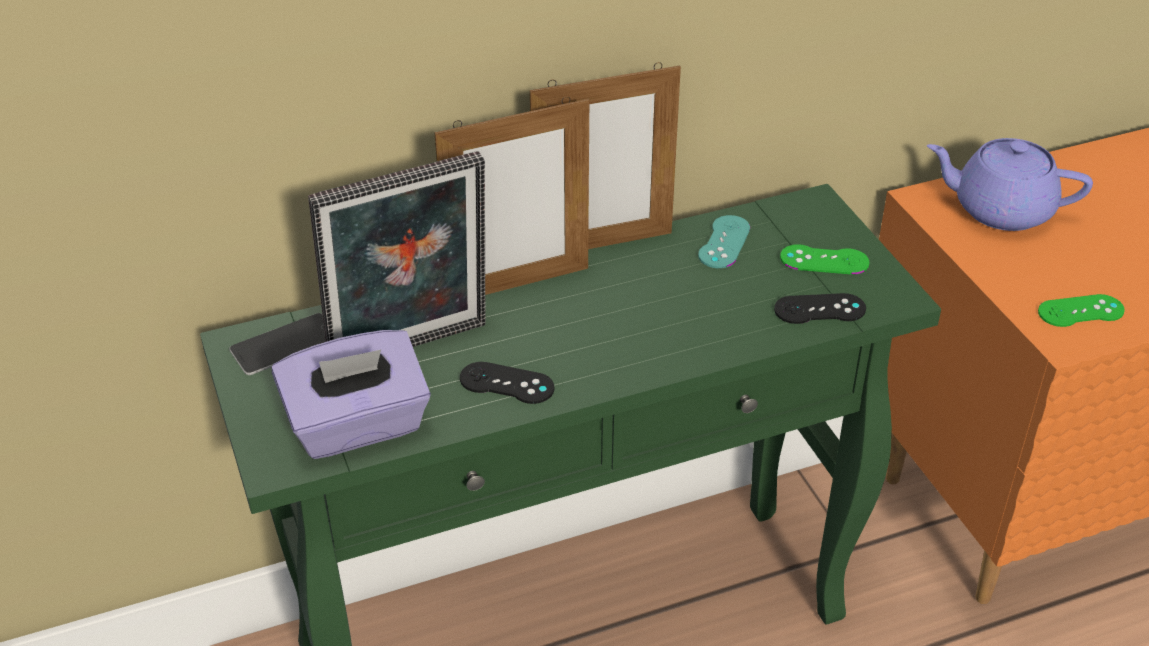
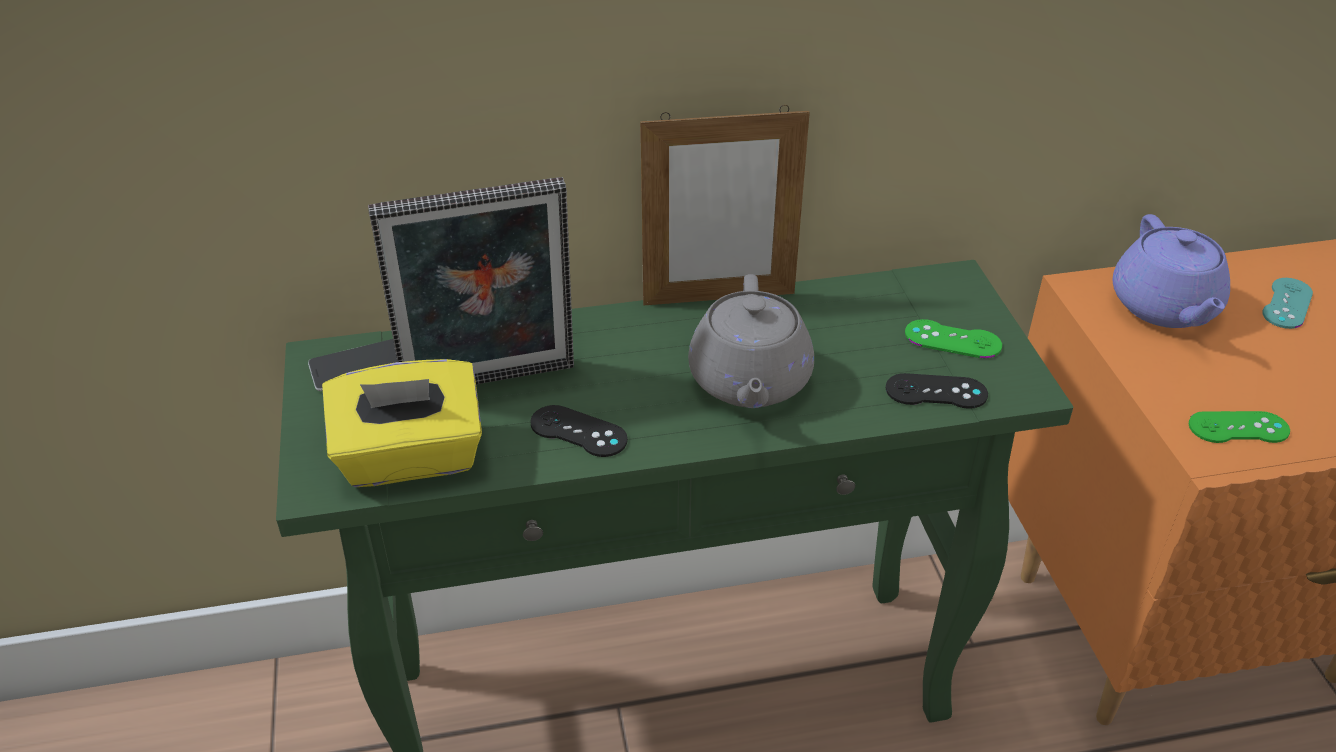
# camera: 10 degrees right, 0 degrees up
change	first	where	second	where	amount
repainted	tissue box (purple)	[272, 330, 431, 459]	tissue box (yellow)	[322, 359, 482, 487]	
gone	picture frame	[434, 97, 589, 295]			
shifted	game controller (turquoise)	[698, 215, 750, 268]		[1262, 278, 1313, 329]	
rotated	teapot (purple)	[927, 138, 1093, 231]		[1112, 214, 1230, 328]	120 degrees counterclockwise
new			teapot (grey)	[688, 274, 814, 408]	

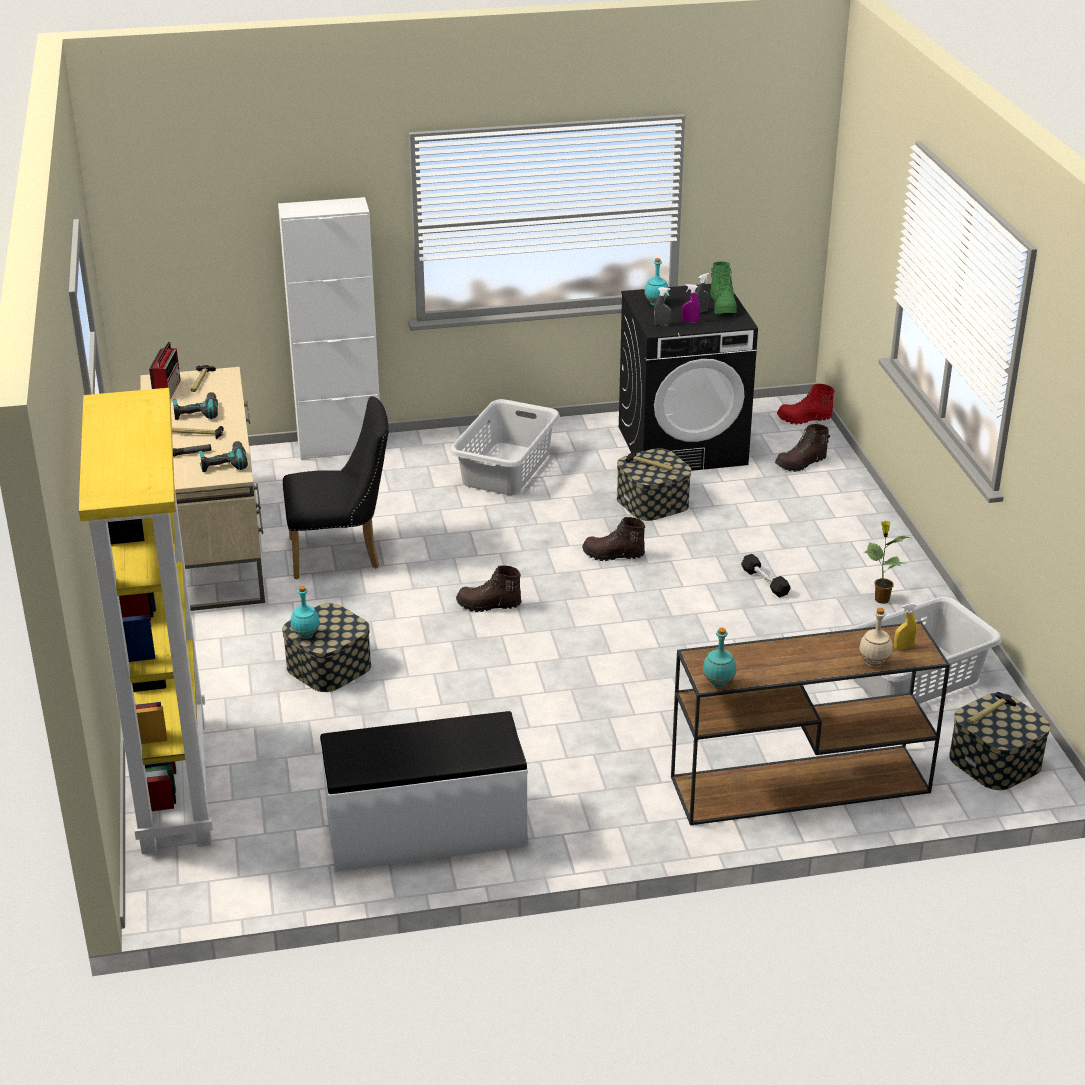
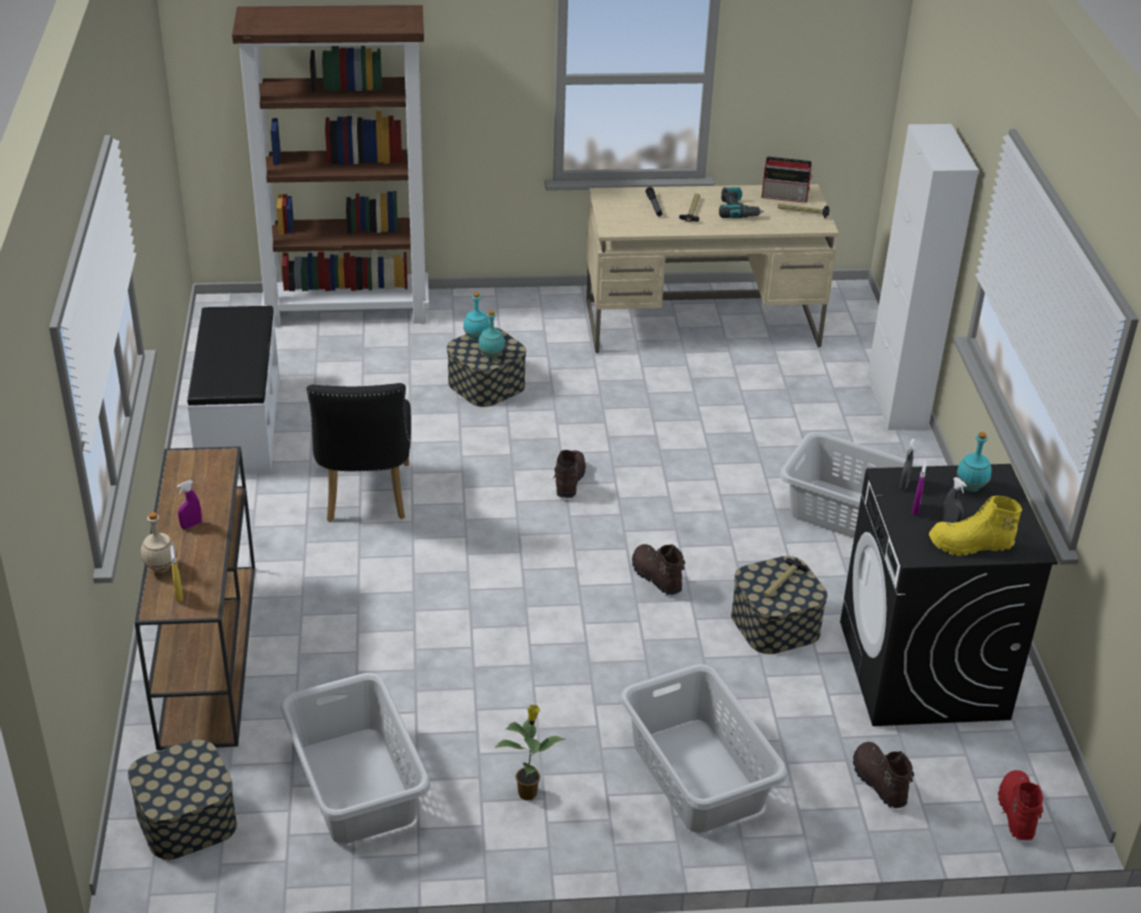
# camera: 95 degrees right, 5 degrees up
change	first	where	second	where	amount
repainted	bookcase (yellow)	[79, 388, 213, 854]	bookcase (brown)	[232, 5, 429, 327]	
gone	power drill	[199, 441, 248, 472]			
shifted	chair (black)	[283, 396, 389, 579]		[307, 383, 411, 522]	
rotated	boot (brown)	[582, 517, 645, 561]		[632, 544, 685, 595]	45 degrees counterclockwise
shifted	bottle (turquoise)	[703, 628, 736, 688]		[478, 310, 505, 359]	
repainted	boot (green)	[710, 261, 737, 314]	boot (yellow)	[929, 496, 1022, 556]	
gone	dumbbell (black)	[741, 554, 790, 597]			
gone	hammer	[967, 692, 1016, 724]			
new			spray bottle (purple)	[177, 480, 202, 529]	
new			laundry basket (grey)	[620, 664, 788, 833]	

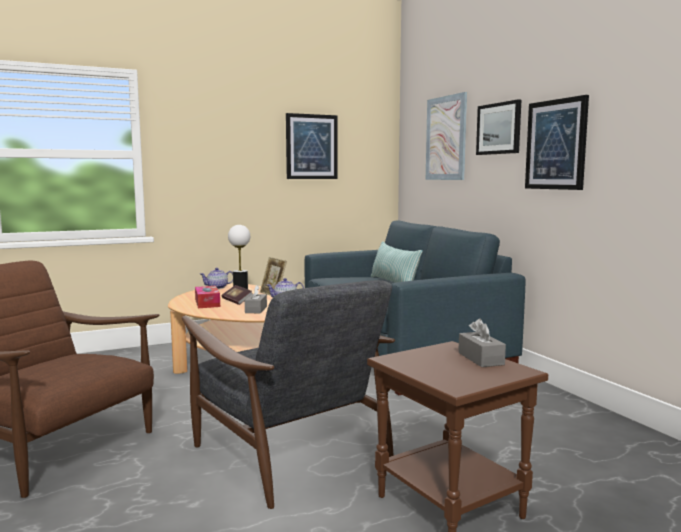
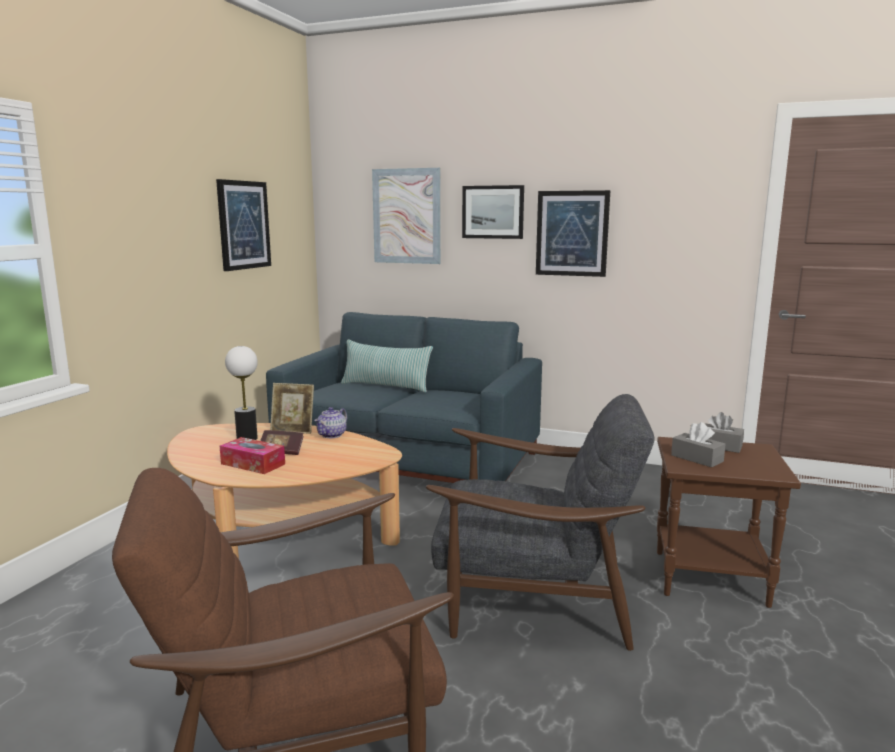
# camera: 45 degrees left, 5 degrees up
change	first	where	second	where	amount
gone	teapot	[200, 268, 233, 289]			
shifted	tissue box (grey)	[245, 285, 267, 313]		[671, 422, 726, 467]	

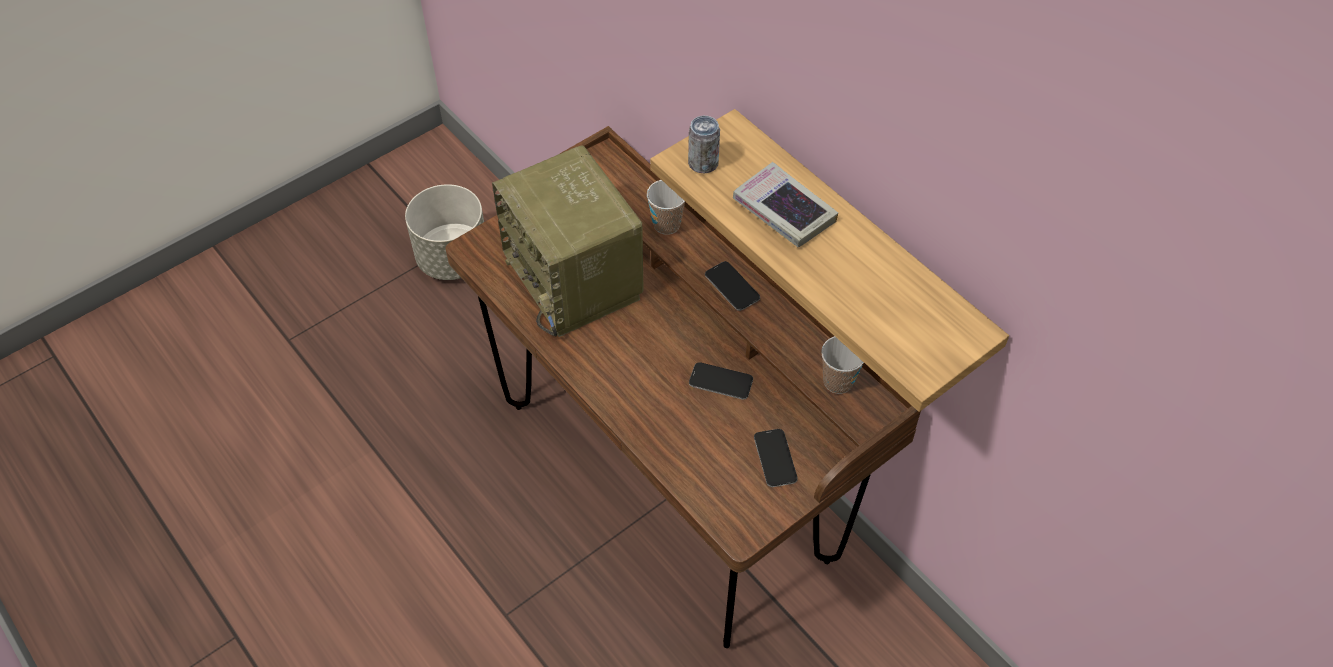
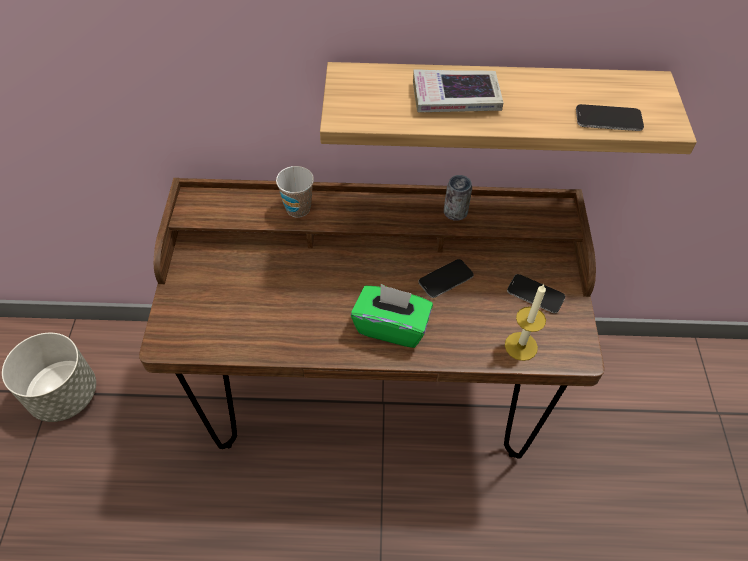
# camera: 50 degrees left, 0 degrees up
change	first	where	second	where	amount
gone	radio	[492, 145, 643, 337]			
shifted	can	[688, 116, 720, 173]		[444, 175, 472, 221]	
shifted	phone	[705, 261, 760, 311]		[576, 104, 644, 131]	
gone	cup	[821, 336, 864, 394]			
new			tissue box (green)	[351, 284, 433, 348]	
new			candle	[505, 284, 546, 361]	

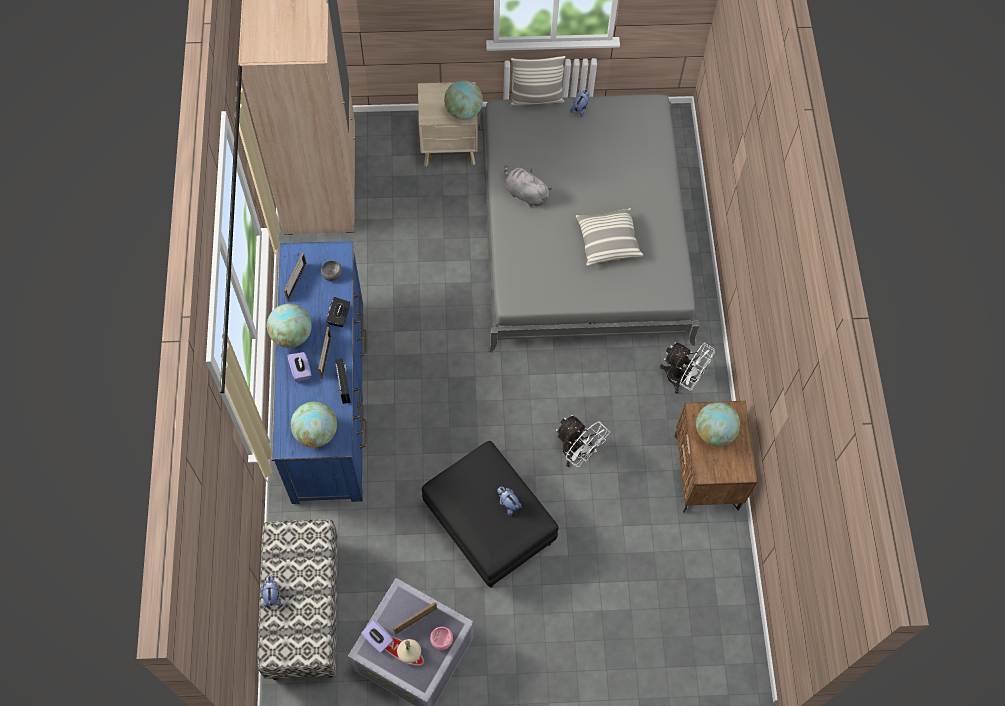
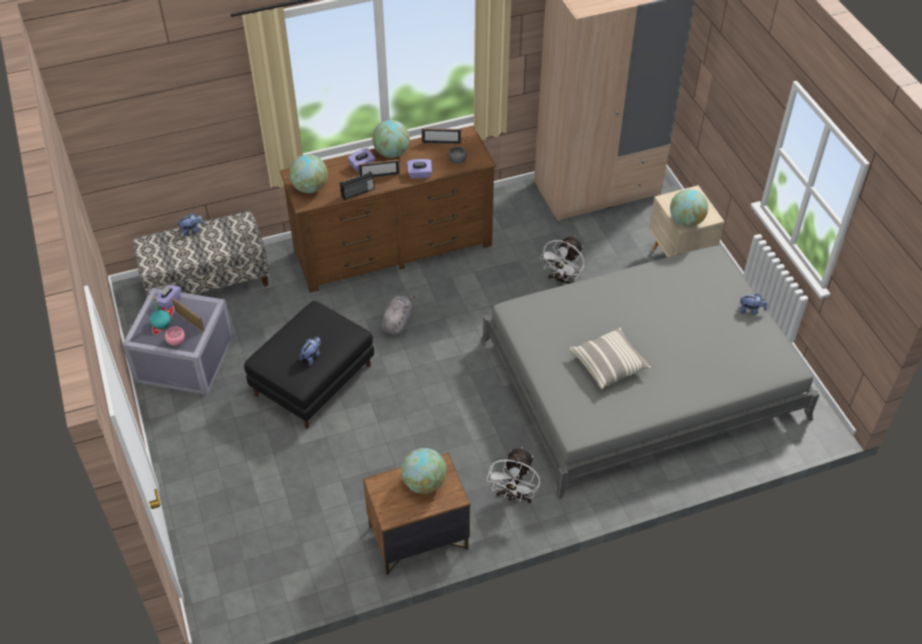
# camera: 75 degrees right, 15 degrees down
change	first	where	second	where	amount
repainted	dresser (blue)	[272, 241, 366, 504]	dresser (brown)	[280, 125, 496, 293]	
repainted	tissue box (black)	[326, 297, 350, 327]	tissue box (purple)	[407, 159, 432, 179]	
repainted	bottle (beige)	[397, 639, 421, 663]	bottle (turquoise)	[150, 296, 171, 329]	
shifted	plush toy (grey)	[504, 165, 552, 207]		[381, 295, 415, 335]	
gone	pillow	[510, 56, 566, 106]			
shifted	fan (white)	[556, 415, 610, 467]		[540, 236, 585, 285]	

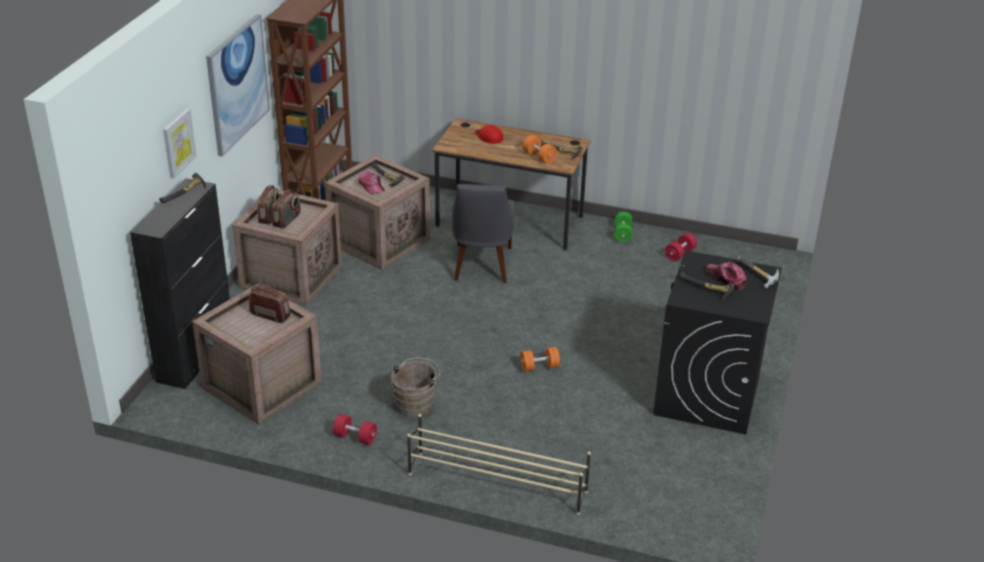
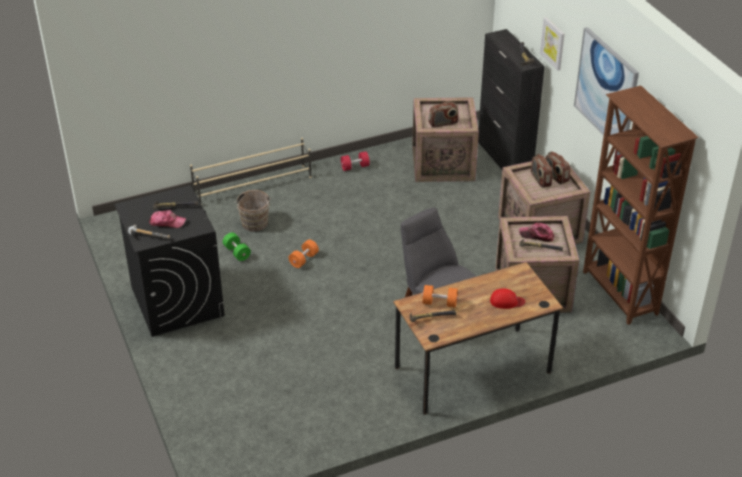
# camera: 140 degrees right, 5 degrees up
change	first	where	second	where	amount
shifted	bucket (brown)	[391, 358, 440, 418]		[235, 190, 271, 232]	
shifted	dumbbell (green)	[614, 211, 632, 242]		[223, 233, 251, 261]	
gone	dumbbell (red)	[665, 232, 697, 261]			

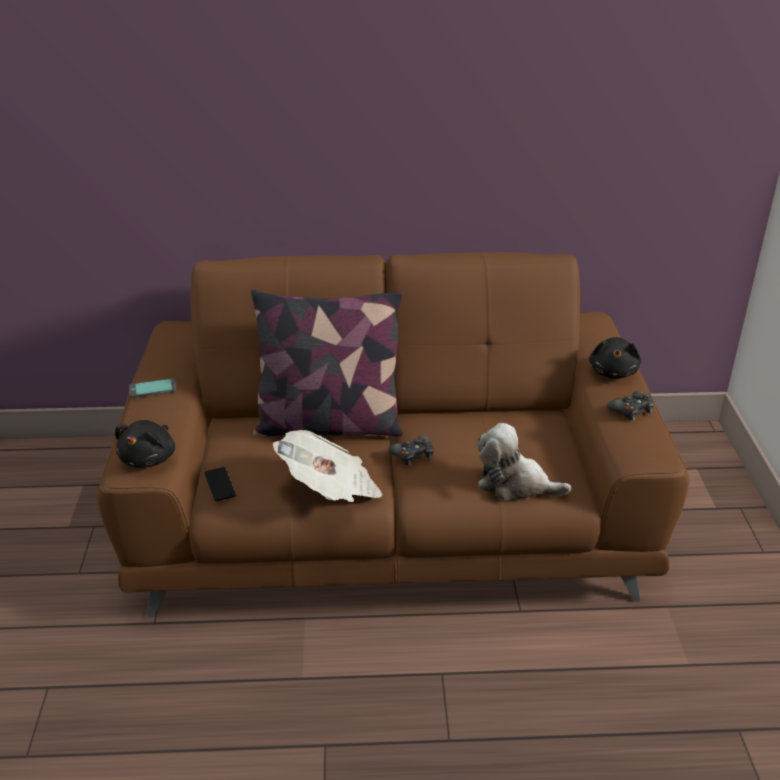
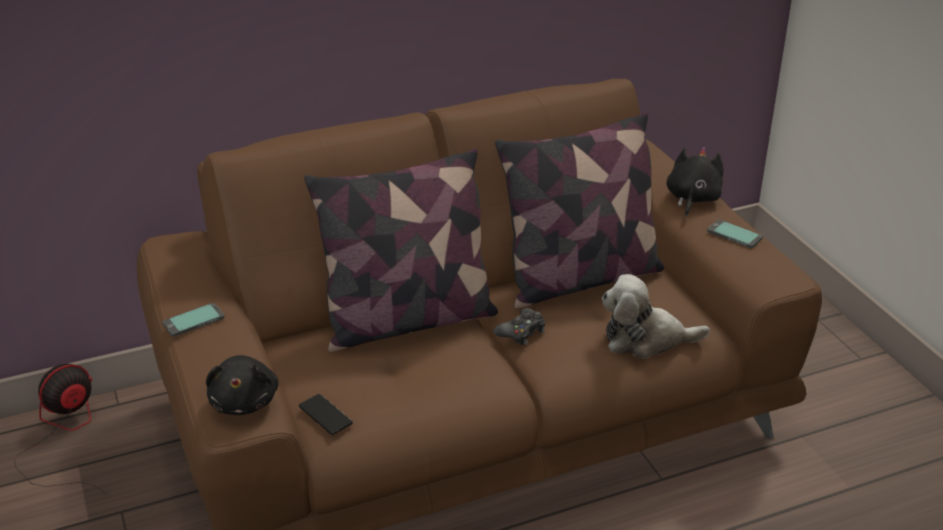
# camera: 20 degrees left, 0 degrees up
change	first	where	second	where	amount
gone	newspaper	[273, 430, 383, 502]			
rotated	plush toy (black)	[589, 337, 641, 379]		[666, 147, 723, 217]	150 degrees counterclockwise
swapped	game controller (black)	[607, 391, 654, 421]	phone	[707, 220, 763, 248]	
new			fan	[15, 364, 107, 496]	
new			pillow	[495, 112, 664, 309]	

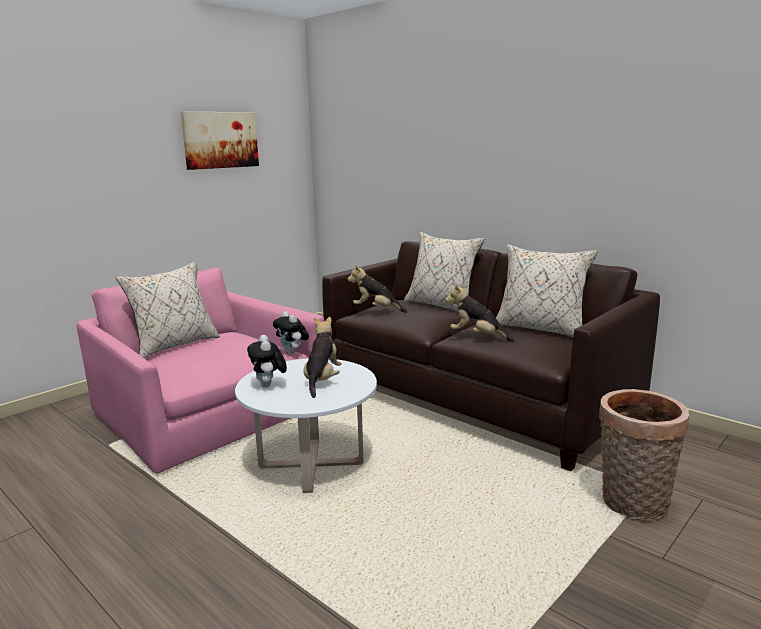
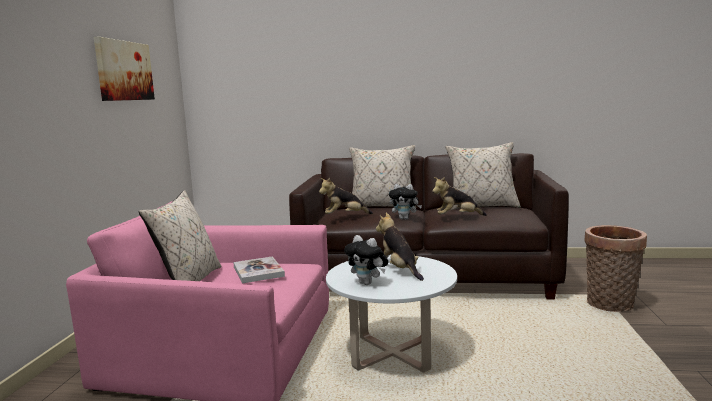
# camera: 35 degrees left, 5 degrees down
change	first	where	second	where	amount
shifted	plush toy	[273, 311, 309, 354]		[389, 184, 422, 220]	
new			book	[233, 256, 285, 283]	

